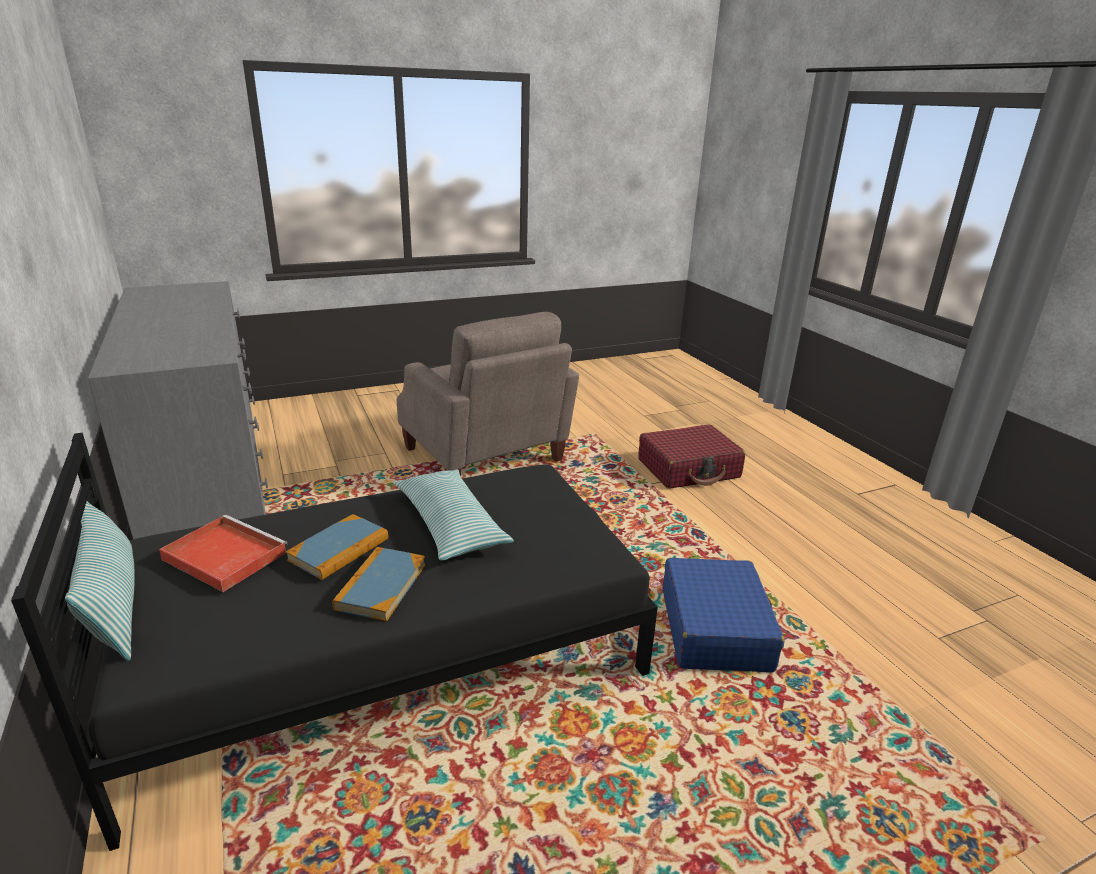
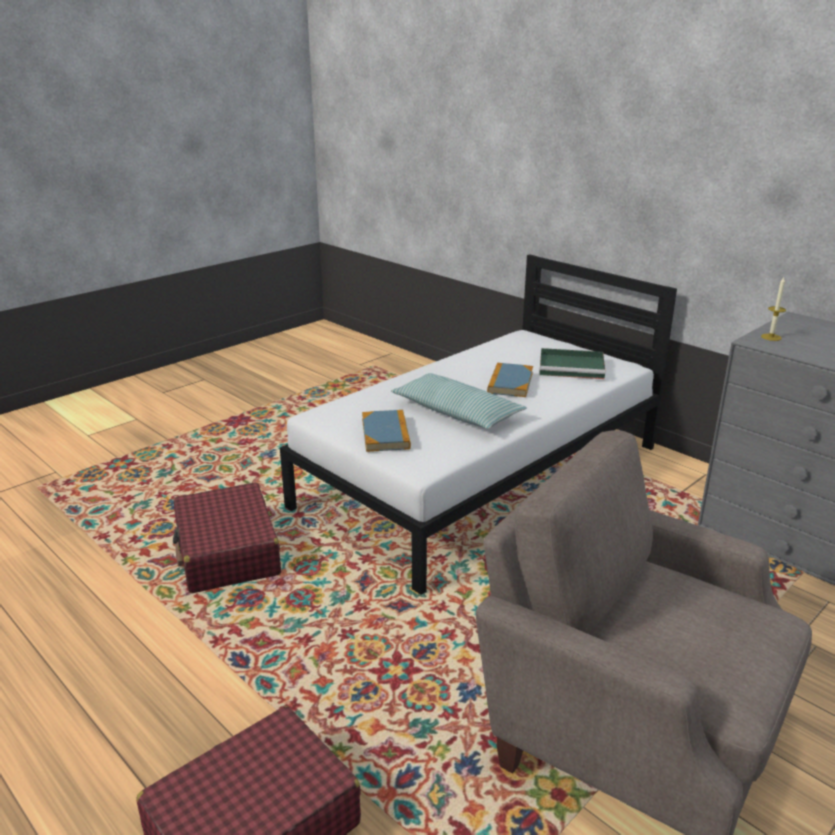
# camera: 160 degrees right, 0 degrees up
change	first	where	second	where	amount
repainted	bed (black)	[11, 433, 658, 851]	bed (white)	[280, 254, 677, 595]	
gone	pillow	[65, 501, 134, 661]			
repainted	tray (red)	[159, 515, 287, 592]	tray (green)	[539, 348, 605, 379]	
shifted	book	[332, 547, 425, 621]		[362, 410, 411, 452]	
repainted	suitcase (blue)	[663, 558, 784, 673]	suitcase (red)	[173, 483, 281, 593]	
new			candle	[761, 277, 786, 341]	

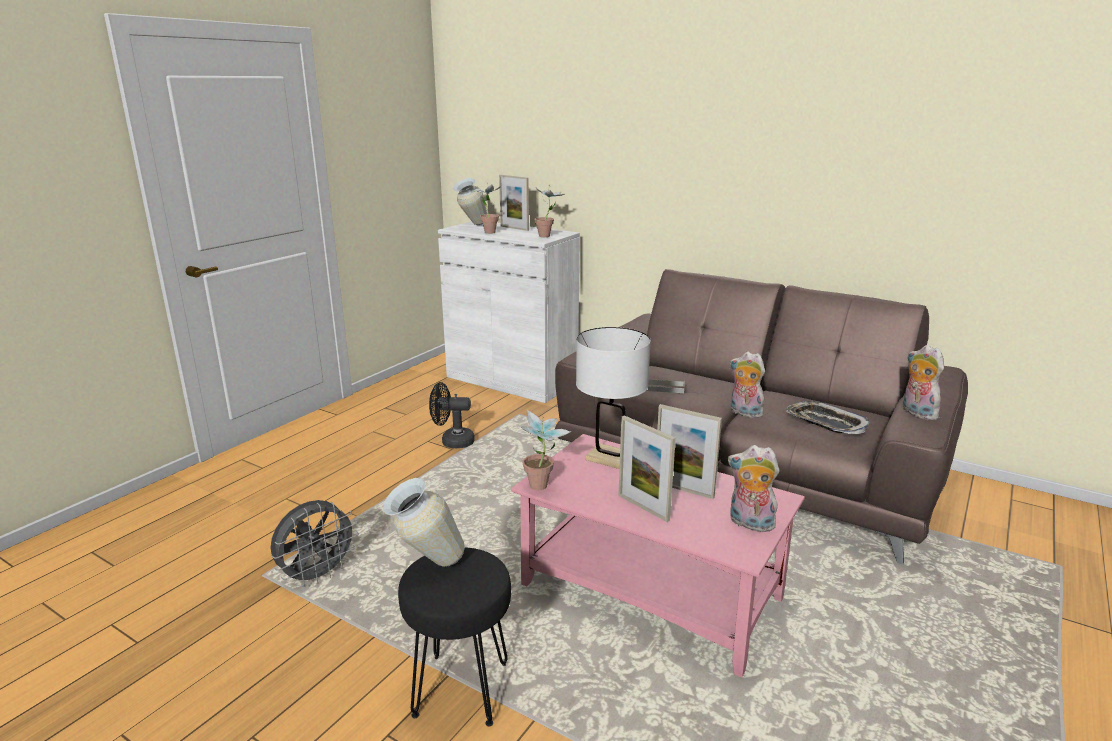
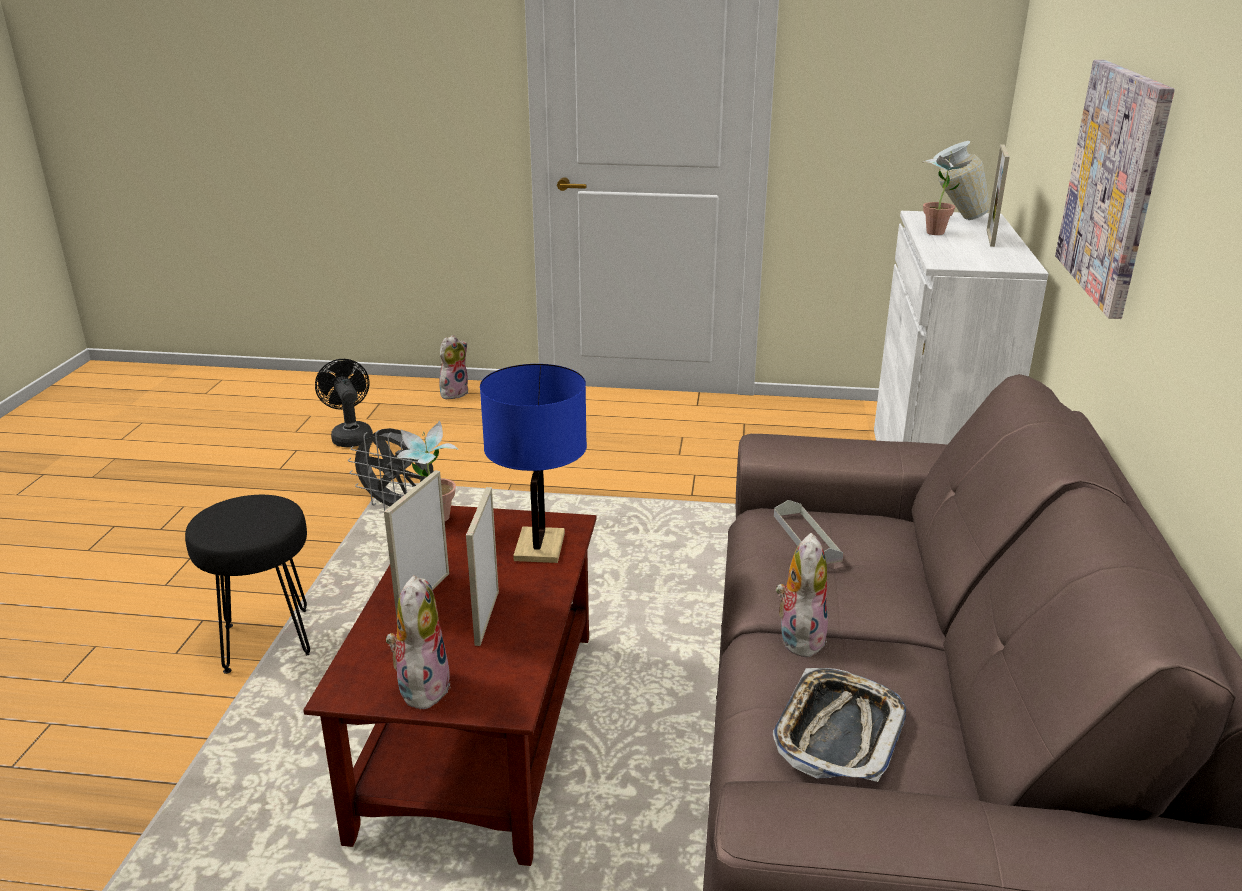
# camera: 65 degrees right, 5 degrees up
change	first	where	second	where	amount
gone	vase	[383, 478, 465, 567]			
shifted	fan (black)	[429, 382, 474, 448]		[315, 359, 373, 447]	
repainted	coffee table (pink)	[511, 434, 805, 677]	coffee table (brown)	[303, 506, 597, 866]	
gone	potted plant	[534, 185, 566, 237]			
repainted	table lamp (white)	[576, 327, 651, 469]	table lamp (blue)	[480, 364, 587, 563]	
shifted	plush toy	[903, 345, 944, 420]		[439, 335, 469, 399]	
new			picture	[1055, 60, 1175, 319]	

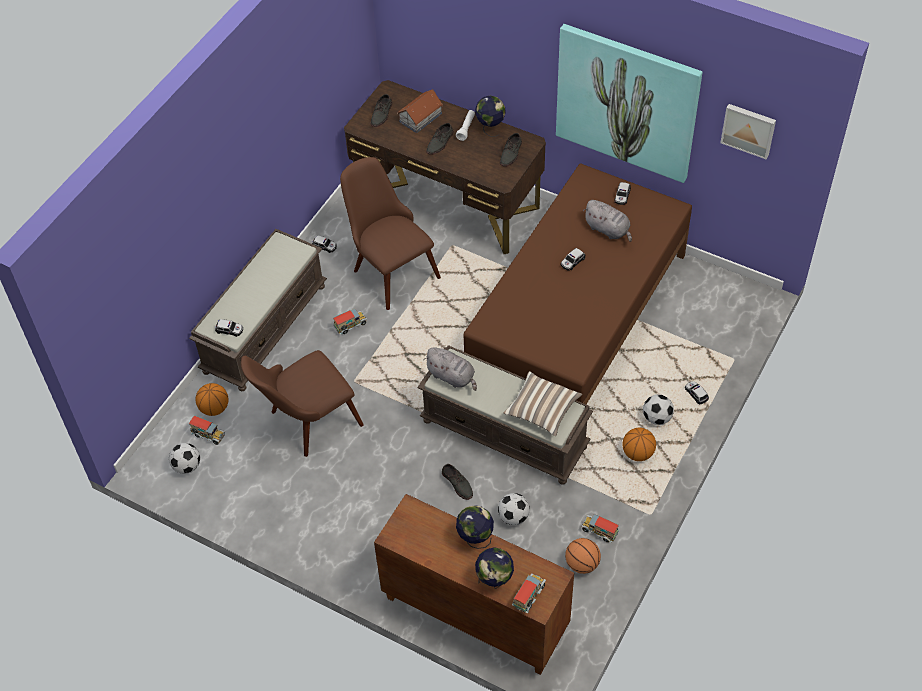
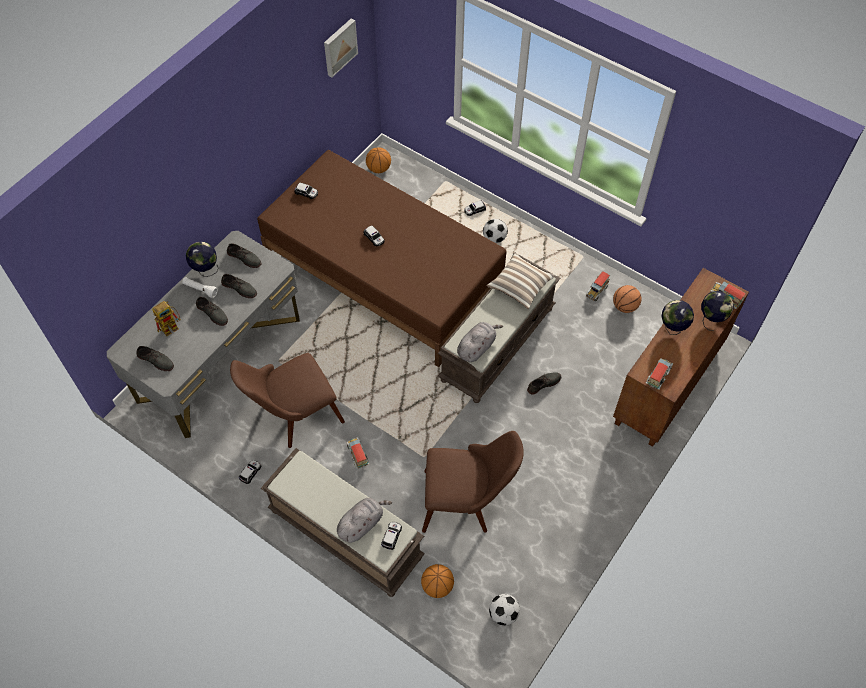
# camera: 85 degrees left, 5 degrees up
change	first	where	second	where	amount
shifted	toy truck	[189, 416, 225, 445]		[646, 358, 673, 390]	
rotated	chair (brown)	[241, 350, 364, 457]		[422, 431, 524, 533]	60 degrees counterclockwise
repainted	desk (brown)	[344, 80, 546, 254]	desk (grey)	[107, 231, 300, 438]	
swapped	toy house	[397, 89, 443, 133]	toy robot	[152, 301, 181, 336]	
gone	football	[498, 493, 530, 525]			
gone	picture	[556, 24, 703, 183]			
shifted	plush toy (grey)	[583, 200, 632, 242]		[337, 498, 392, 543]	
shifted	basketball	[622, 428, 656, 461]		[366, 147, 391, 173]	
new			shoe (grey)	[221, 274, 257, 298]	

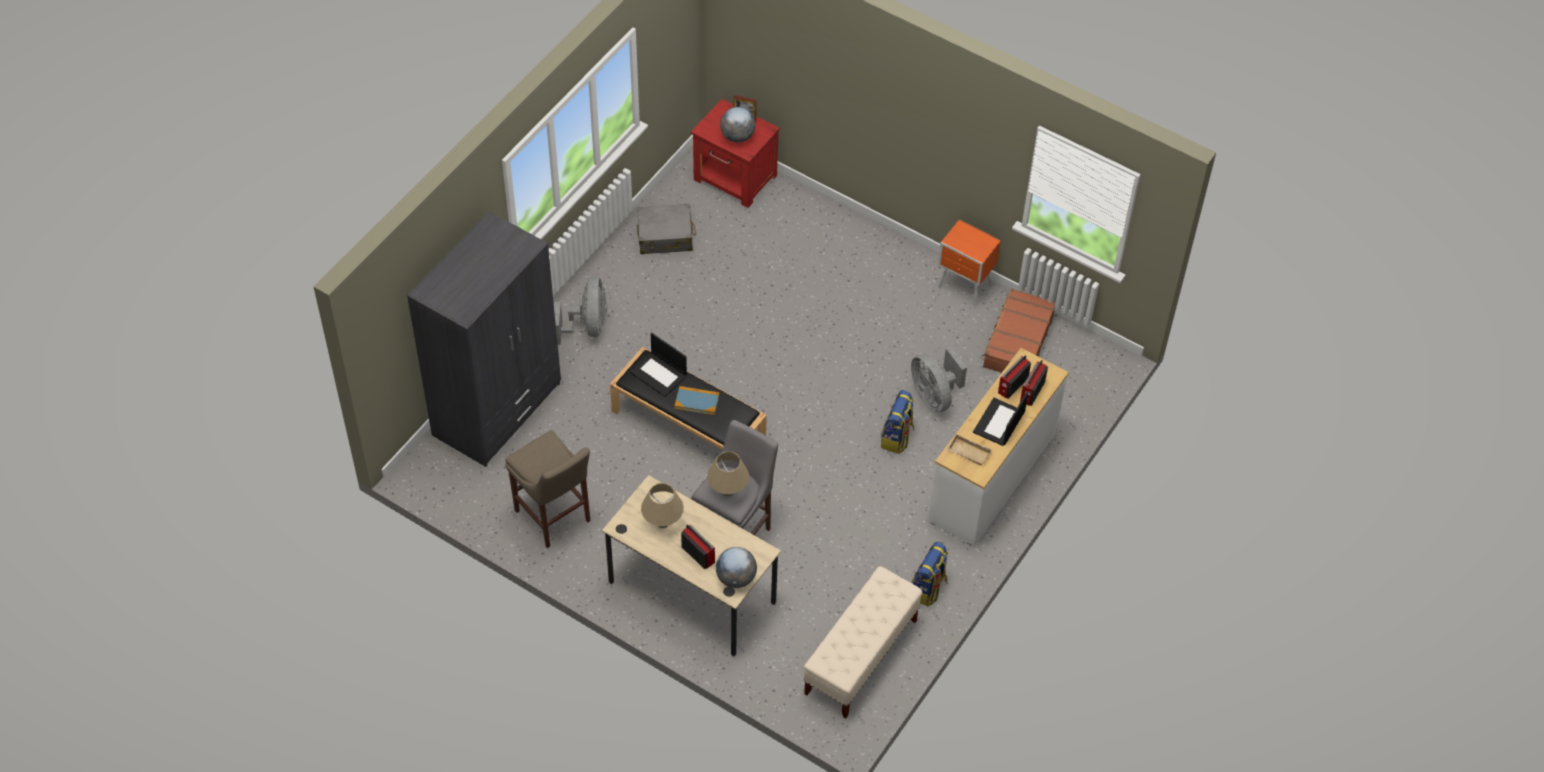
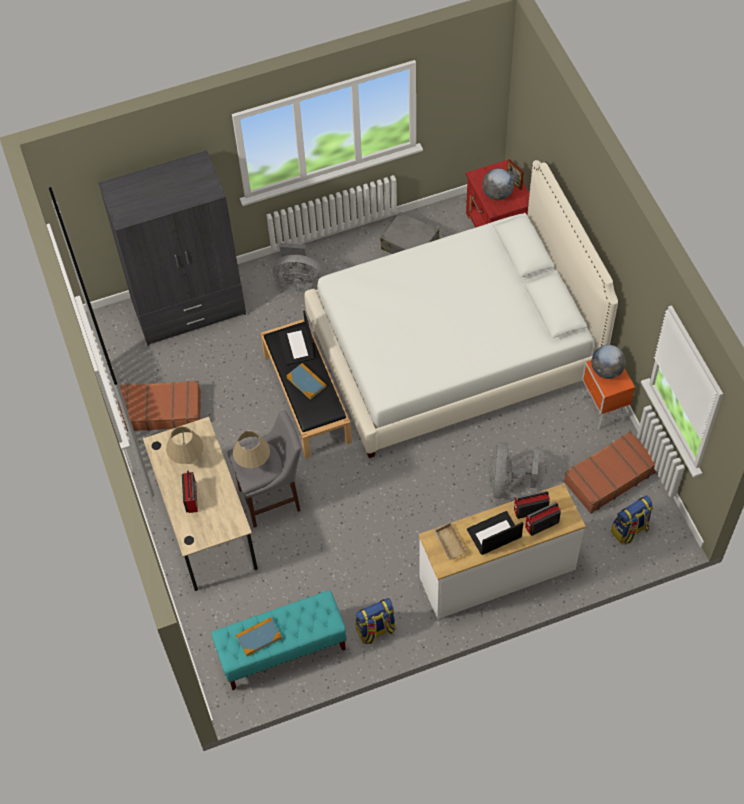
# camera: 40 degrees right, 5 degrees up
change	first	where	second	where	amount
swapped	stool (beige)	[505, 430, 590, 548]	suitcase (brown)	[118, 381, 201, 431]	
rotated	fan (grey)	[554, 276, 607, 345]		[273, 243, 325, 292]	60 degrees clockwise
shifted	globe	[716, 547, 757, 588]		[591, 345, 626, 379]	
repainted	bench (beige)	[804, 566, 922, 718]	bench (turquoise)	[211, 590, 347, 690]	
shifted	backpack	[881, 390, 914, 454]		[611, 496, 653, 545]	
new			book	[236, 617, 282, 656]	
new			bed (white)	[304, 160, 618, 458]	

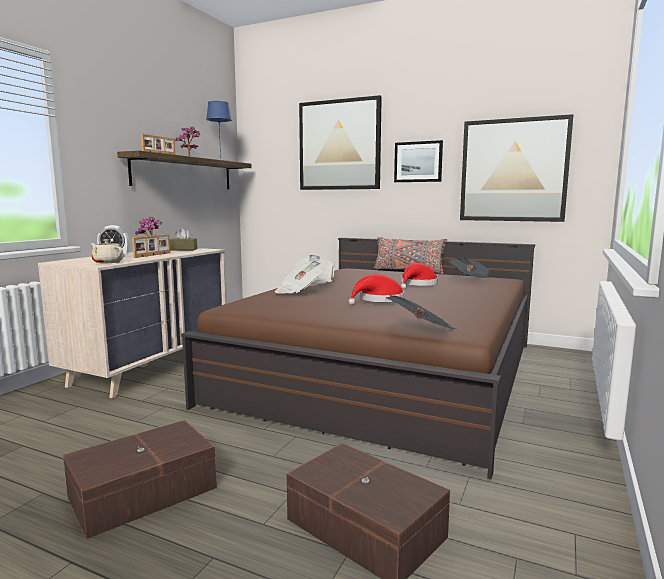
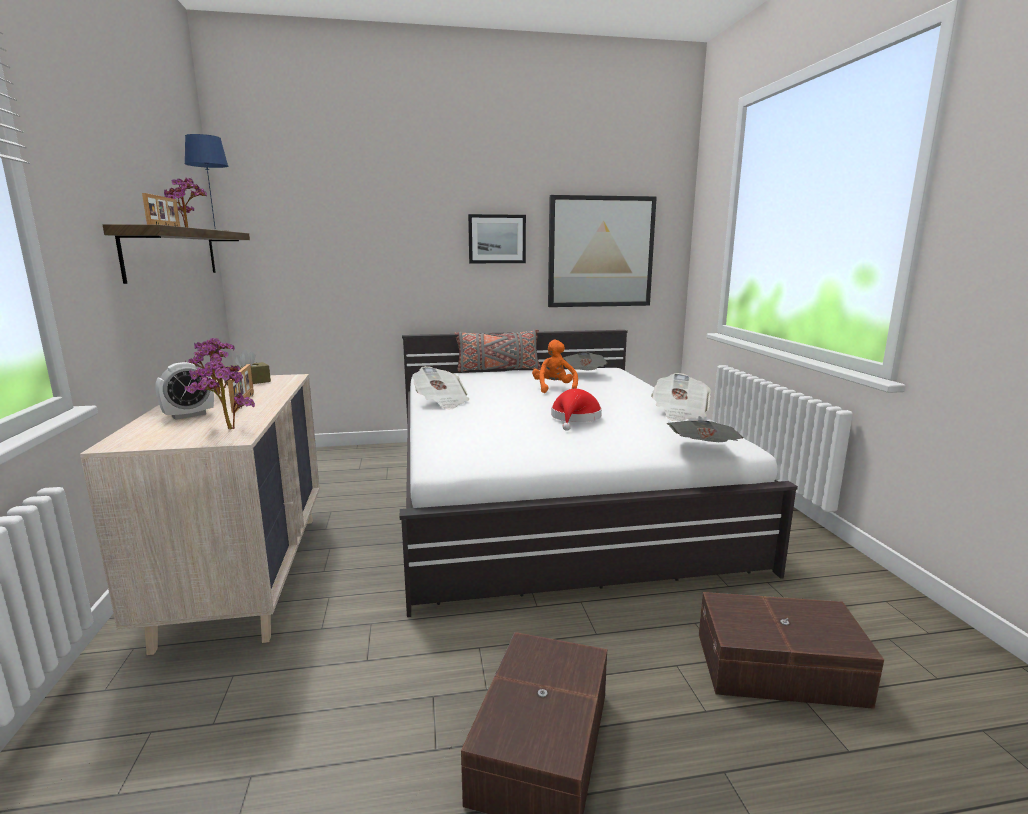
# camera: 35 degrees left, 5 degrees up
change	first	where	second	where	amount
swapped	teapot (beige)	[91, 239, 124, 263]	potted plant	[184, 360, 255, 430]	
repainted	bed (brown)	[181, 238, 535, 479]	bed (white)	[400, 330, 798, 617]	
shifted	newspaper	[275, 261, 325, 294]		[651, 373, 711, 421]	
gone	picture	[299, 95, 382, 190]			
swapped	hat (red)	[401, 263, 438, 289]	plush toy (orange)	[532, 339, 578, 393]	

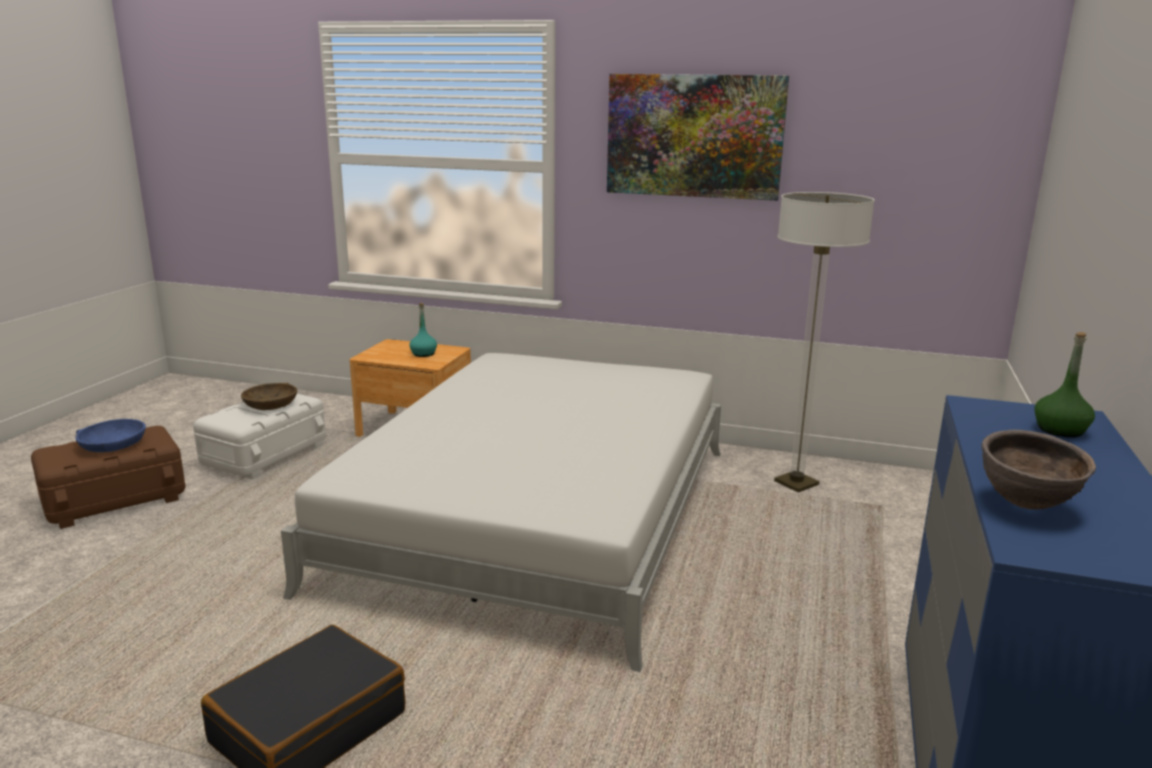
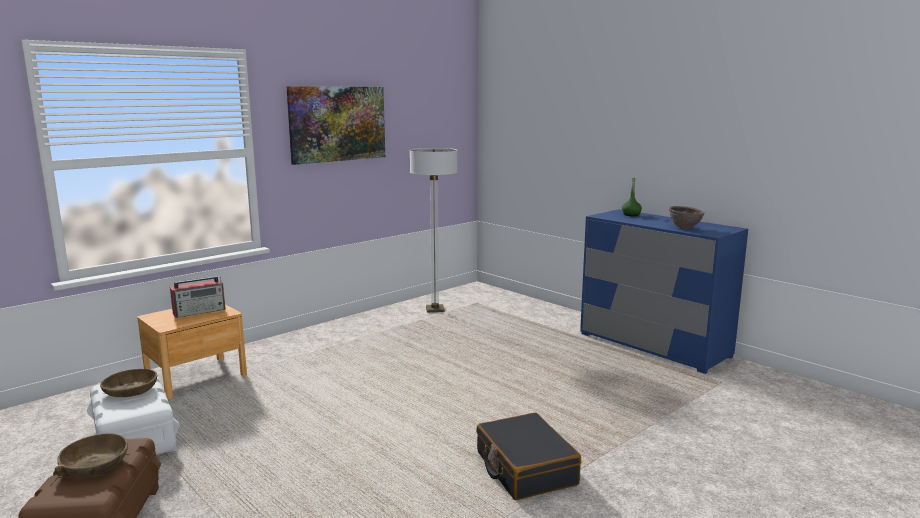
# camera: 60 degrees left, 5 degrees down
change	first	where	second	where	amount
repainted	bowl (blue)	[75, 419, 146, 452]	bowl (brown)	[55, 433, 128, 477]	
gone	bed (white)	[281, 353, 721, 672]			
swapped	bottle (turquoise)	[409, 303, 437, 357]	radio	[170, 276, 226, 318]	

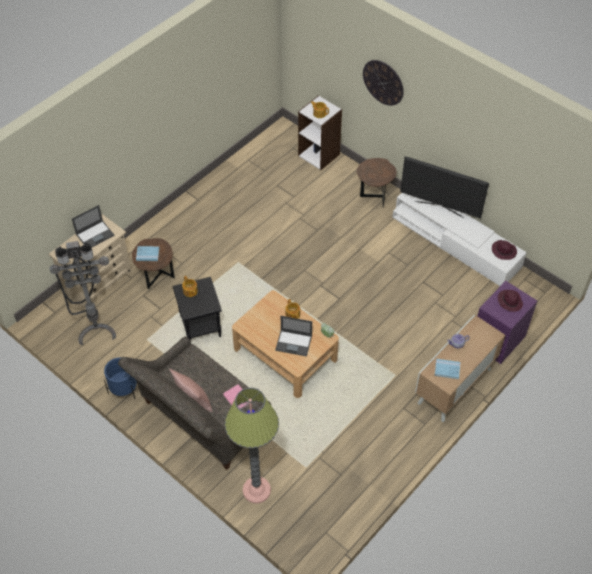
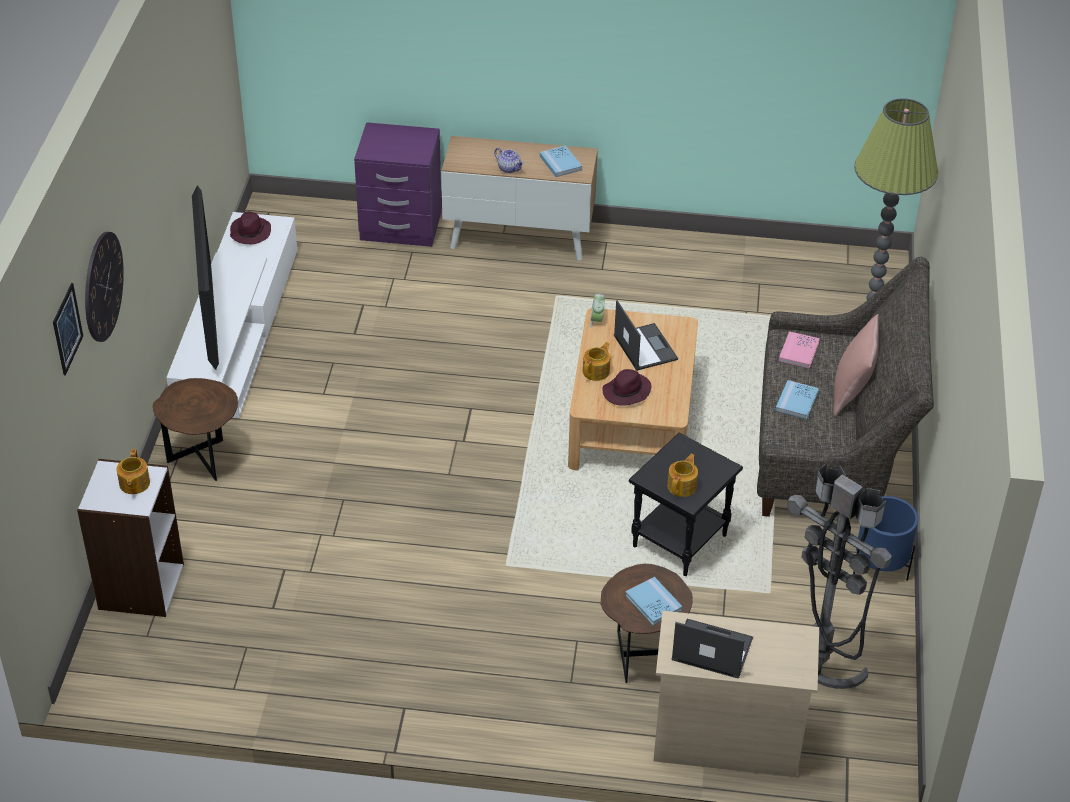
# camera: 125 degrees left, 10 degrees down
change	first	where	second	where	amount
shifted	hat (purple)	[498, 290, 523, 312]		[602, 369, 651, 406]	
new			picture	[53, 283, 83, 376]	
new			book (blue)	[775, 380, 819, 419]	

